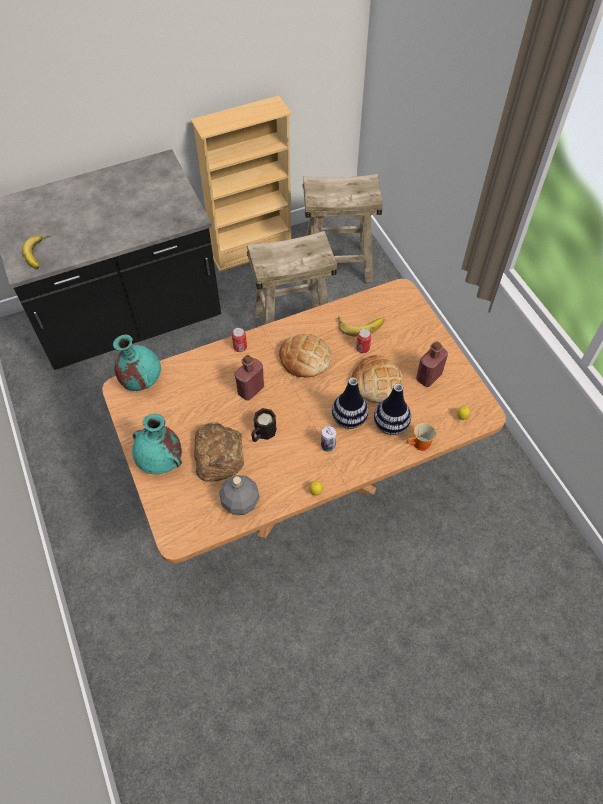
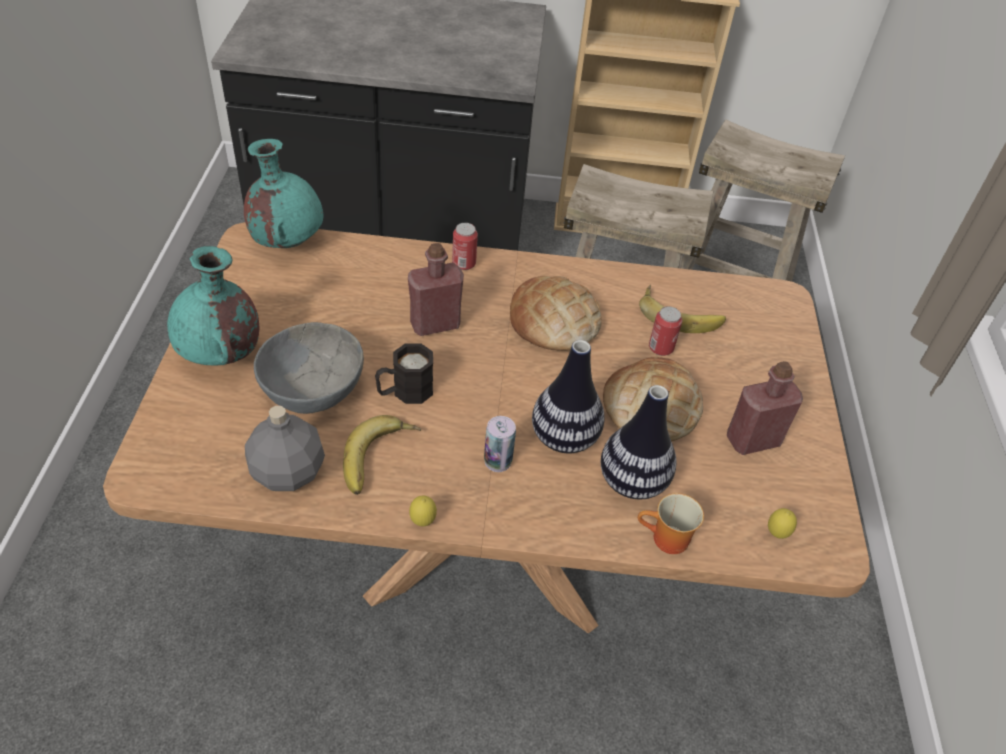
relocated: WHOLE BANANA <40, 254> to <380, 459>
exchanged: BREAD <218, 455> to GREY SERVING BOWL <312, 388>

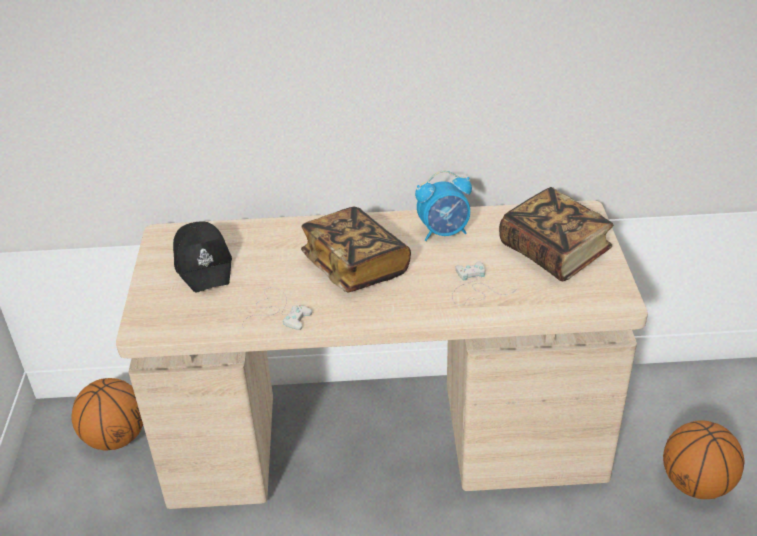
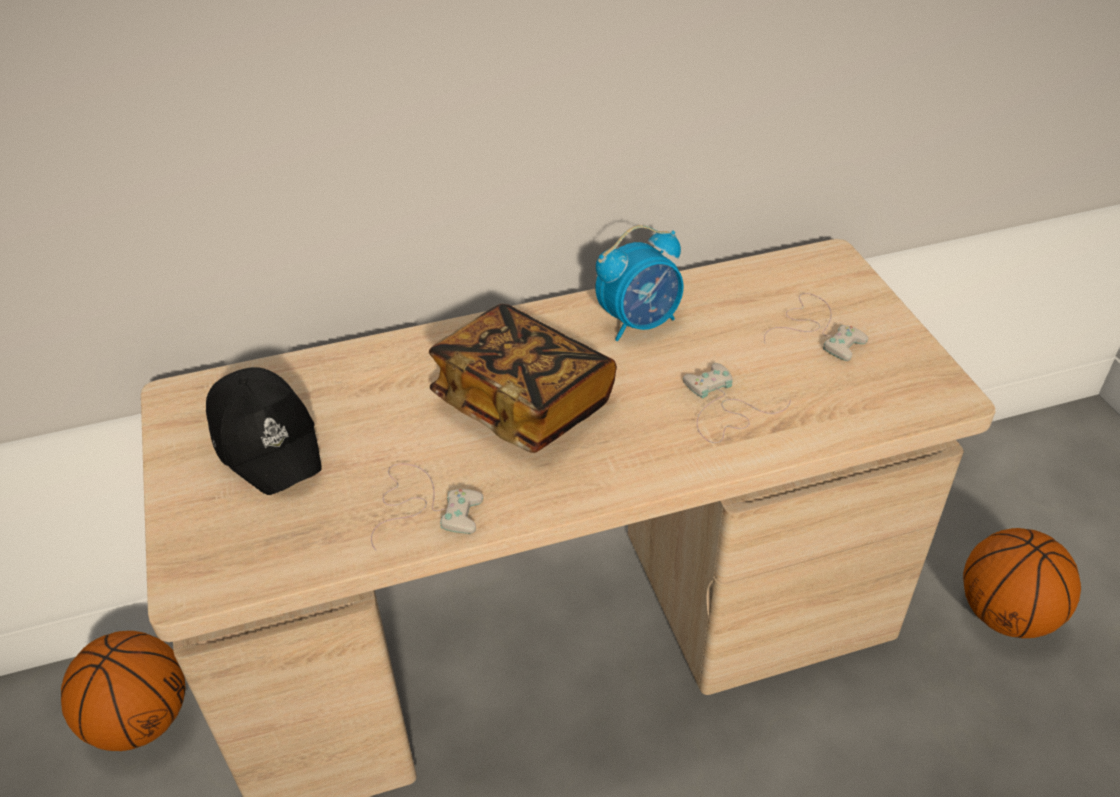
exchanged: BOUND BOOK <554, 252> to WHITE-COLOURED JOYPAD <816, 329>

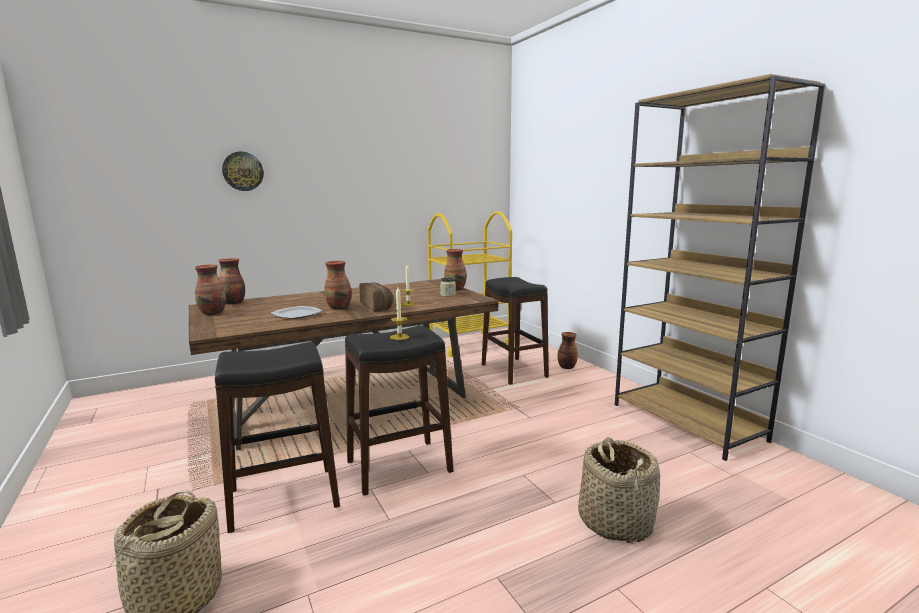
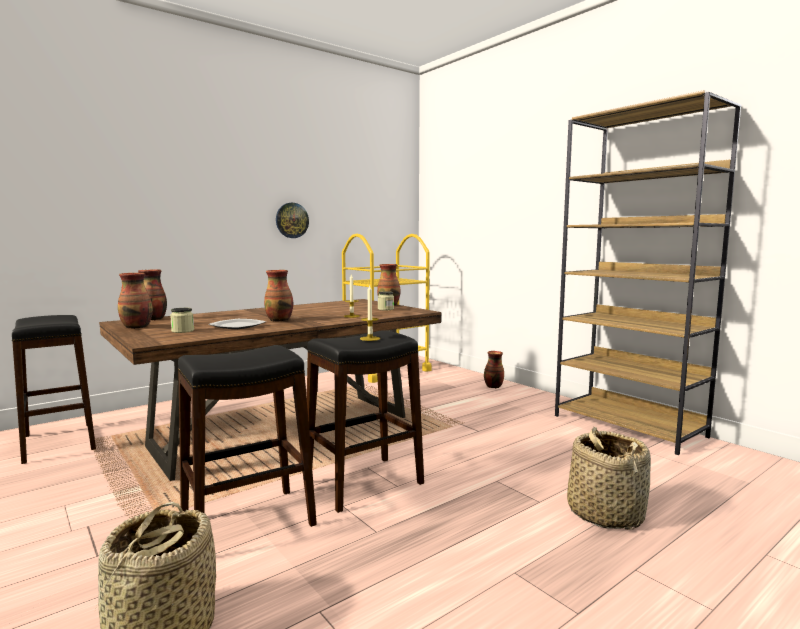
missing: BREAD <378, 306>
appeared: STORAGE JAR <182, 331>
relocated: WALL CLOCK <243, 171> to <292, 220>; BLACKISH SITTING STOOL <514, 371> to <59, 442>

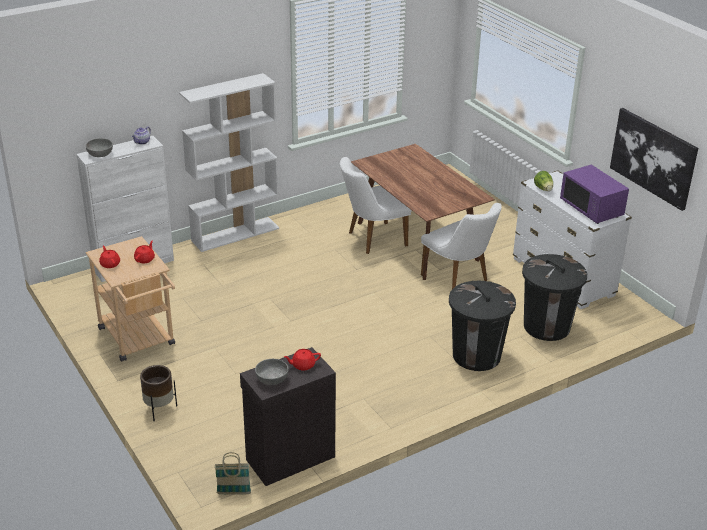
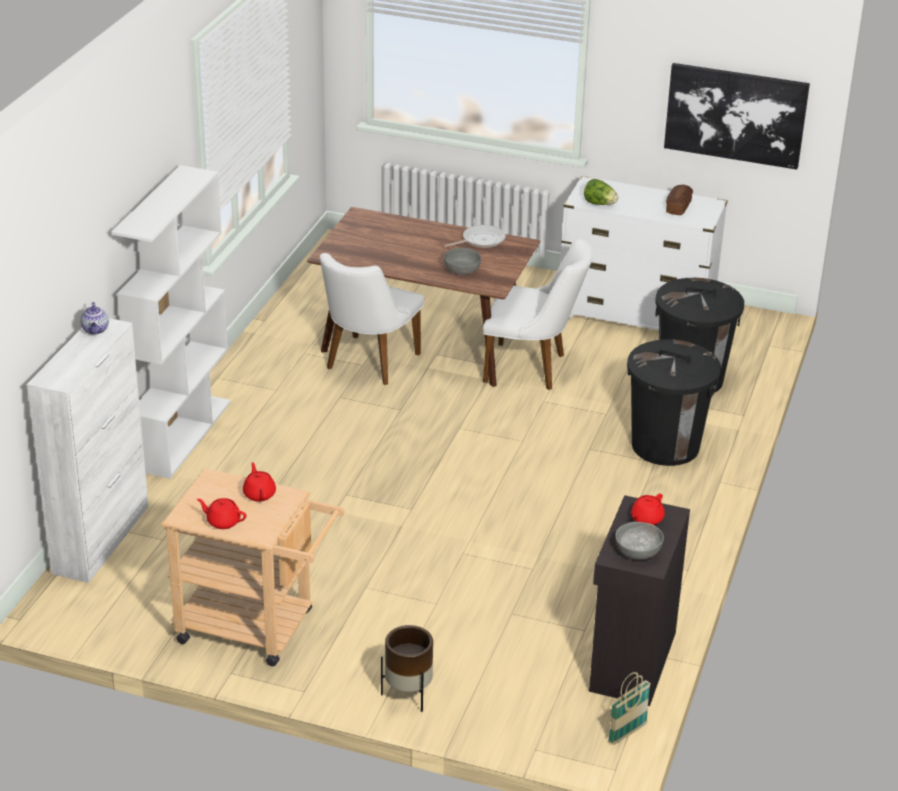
appeared: SKILLET <481, 240>
relocated: GREY SERVING BOWL <100, 154> to <462, 269>
exchanged: PURPLE-COLOURED MICROWAVE OVEN <591, 209> to BREAD <678, 207>

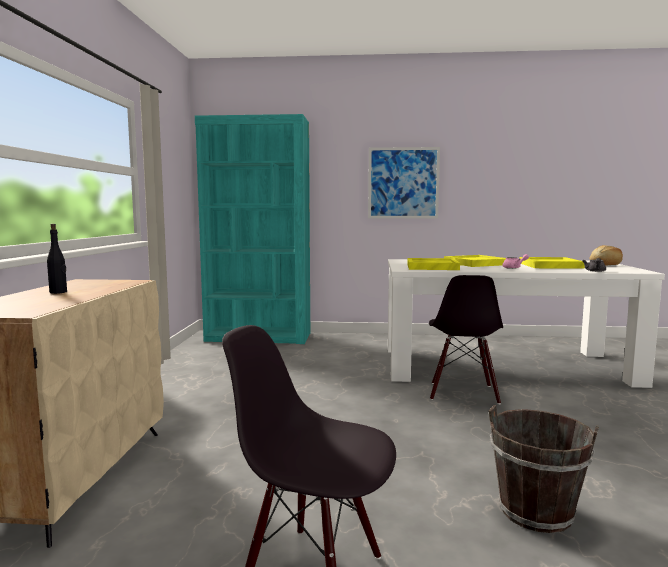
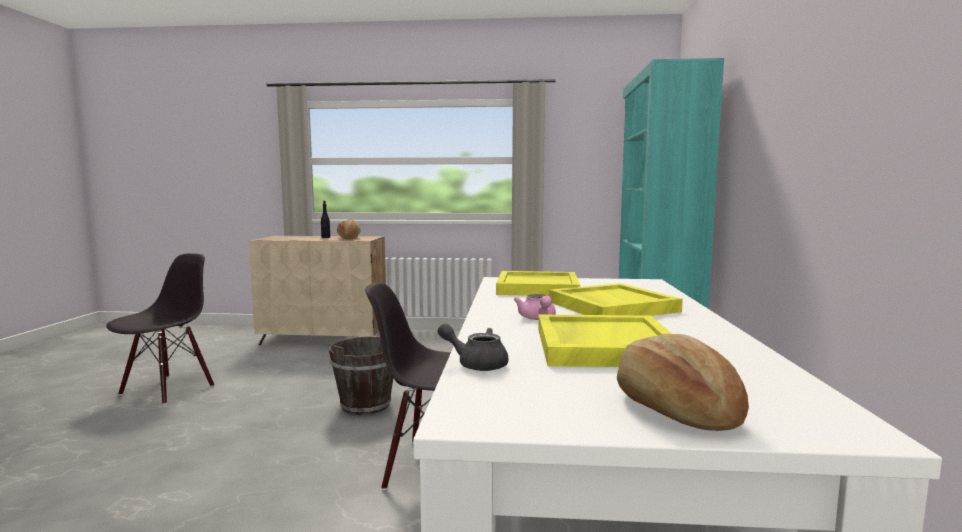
missing: PICTURE <403, 183>
appeared: BREAD <349, 238>
relocated: BROWNISH PAIL <536, 512> to <366, 405>

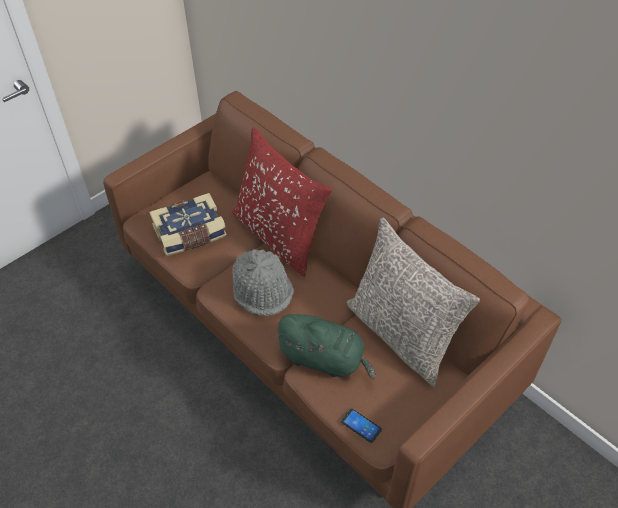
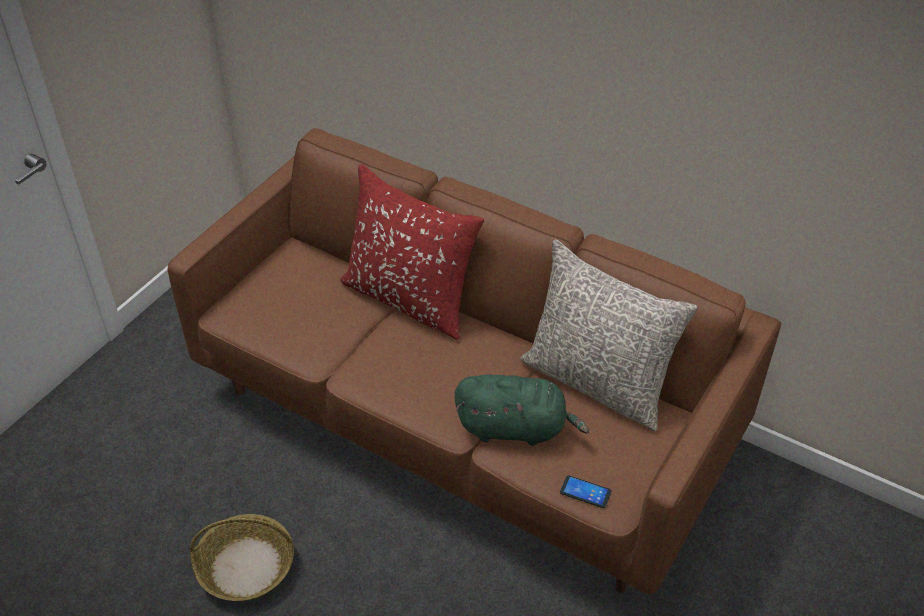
missing: BOUND BOOK <190, 234>; GREY WEARABLE HAT <262, 290>
appeared: HOUSEHOLD BASKET <247, 566>

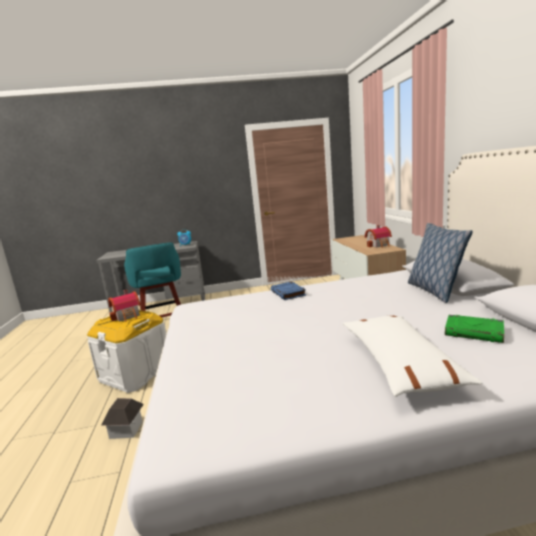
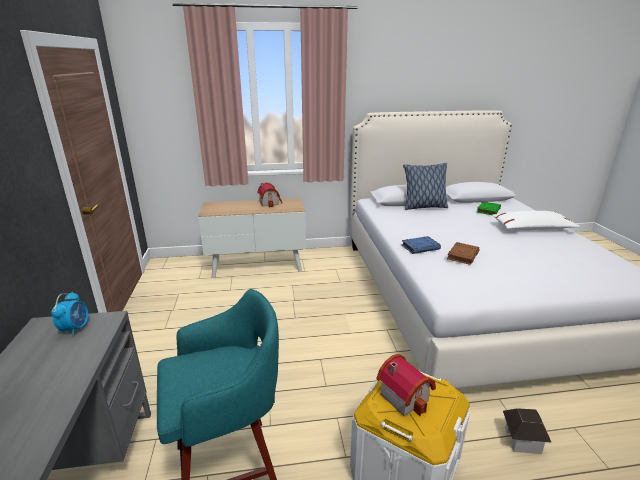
appeared: BROWNISH BOUND BOOK <462, 255>

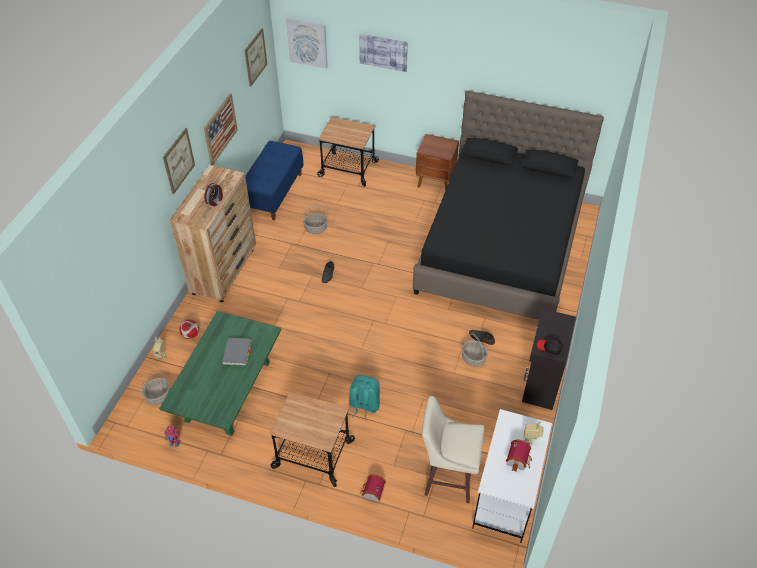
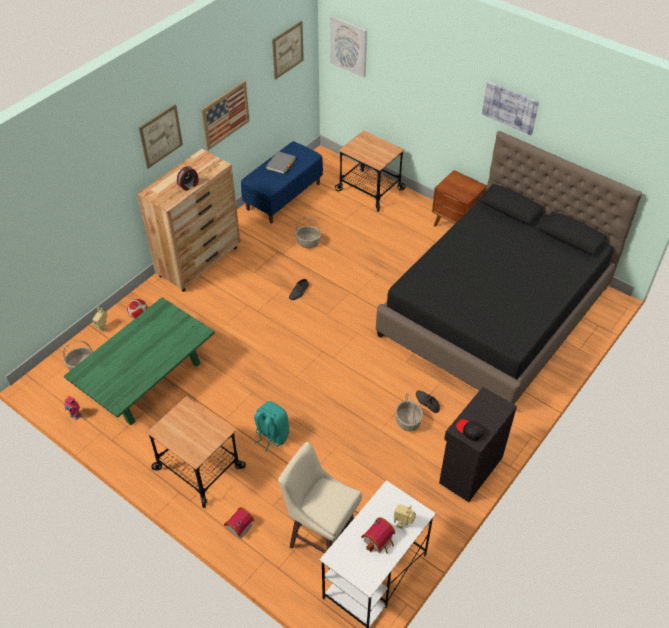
relocated: GREY BOUND BOOK <237, 352> to <281, 164>; PICTURE <383, 52> to <510, 107>

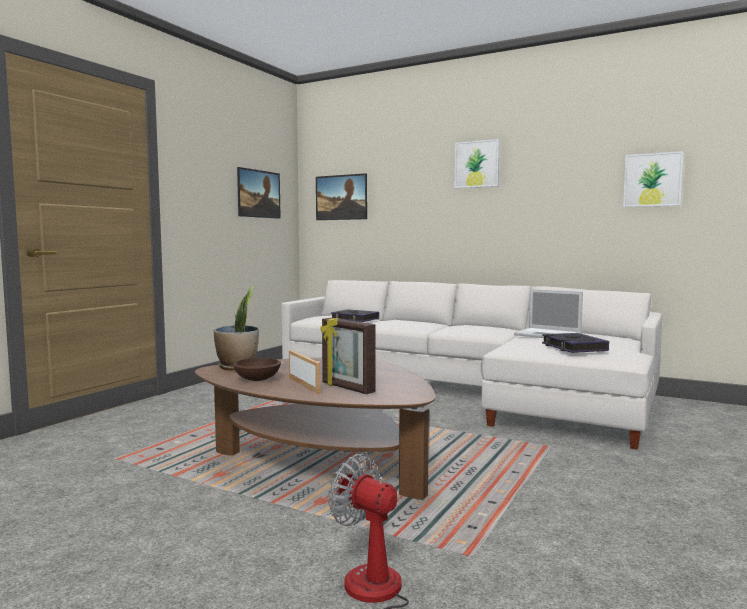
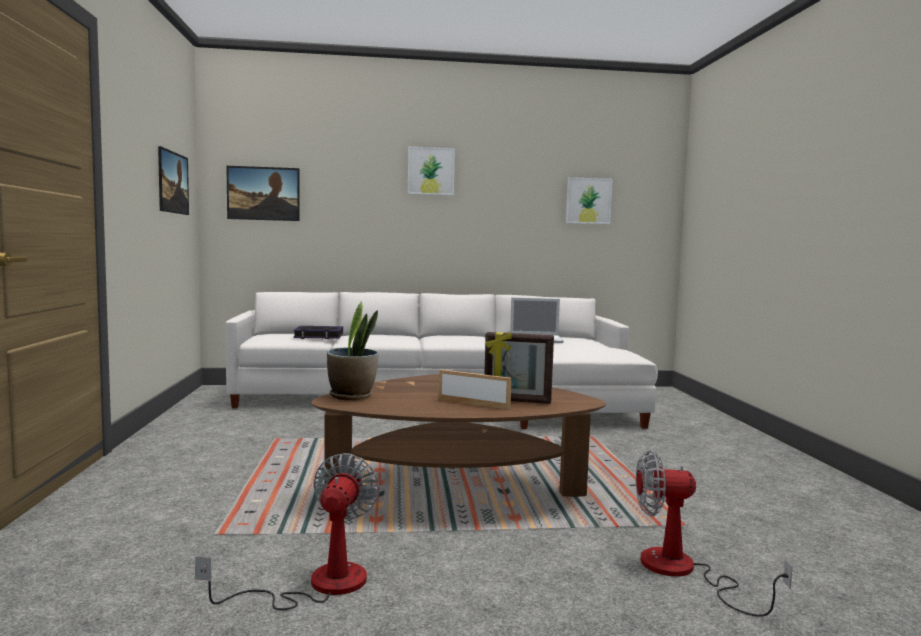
missing: BROWNISH SERVING BOWL <256, 379>; BOUND BOOK <573, 347>
appeared: ELECTRIC FAN <317, 585>

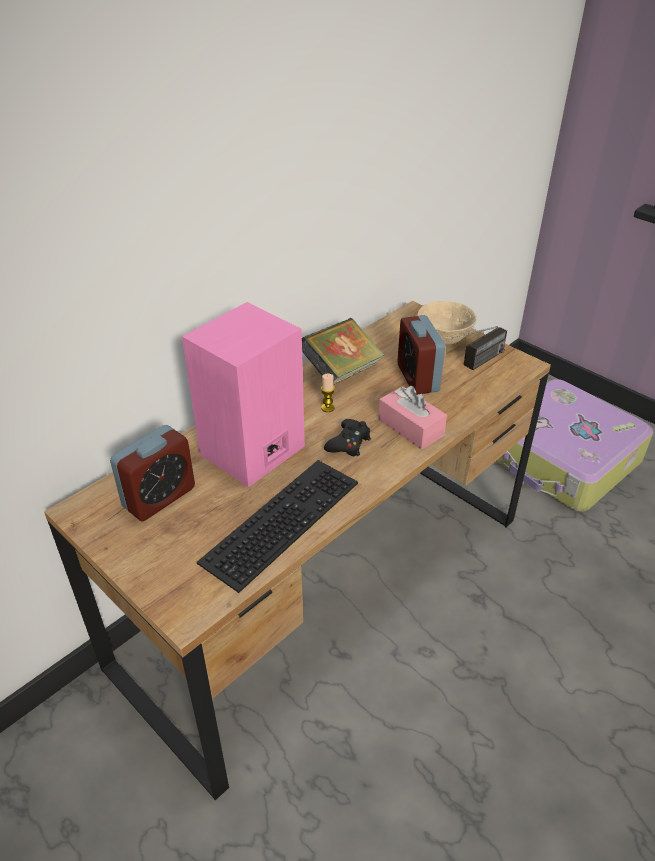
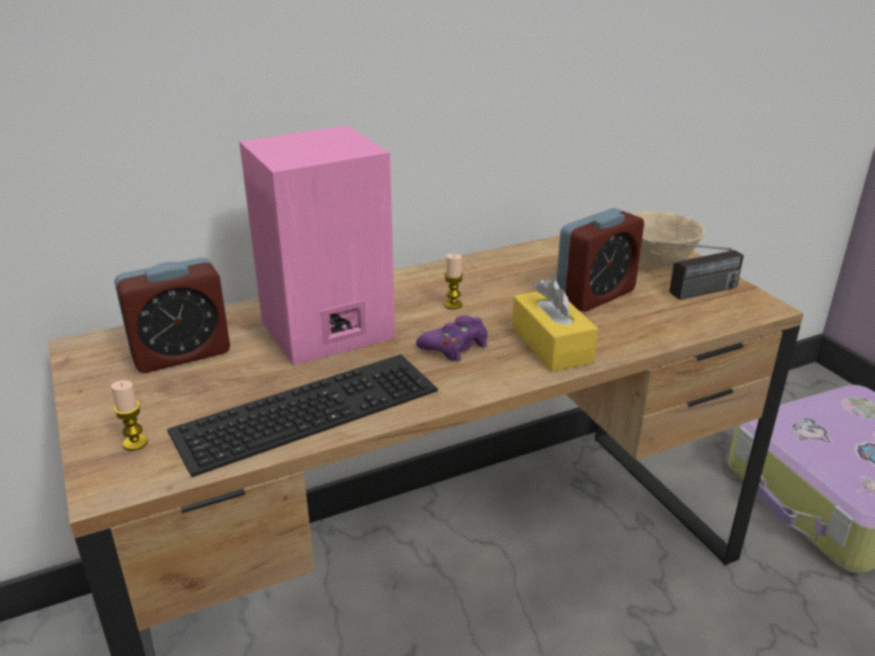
missing: BOUND BOOK <341, 371>
appeared: WAX CANDLE <135, 443>
colour: BLACKISH JOYPAD <349, 443> to PURPLE-COLOURED JOYPAD <455, 346>; PINK-COLOURED BOX OF TISSUES <410, 427> to YELLOW BOX OF TISSUES <551, 345>
spun: ALARM CLOCK <417, 378> = <595, 295> 135 degrees counterclockwise

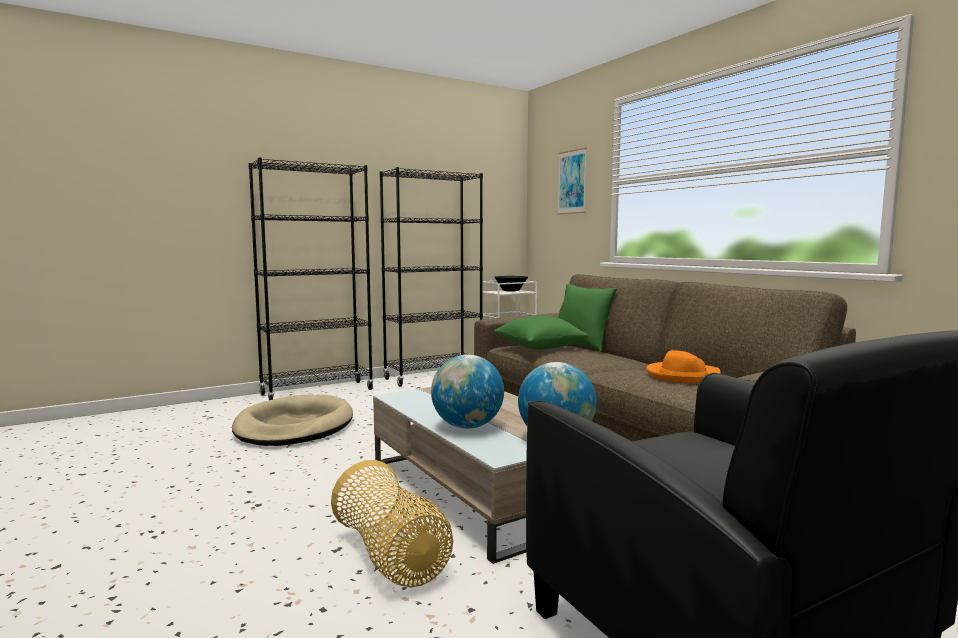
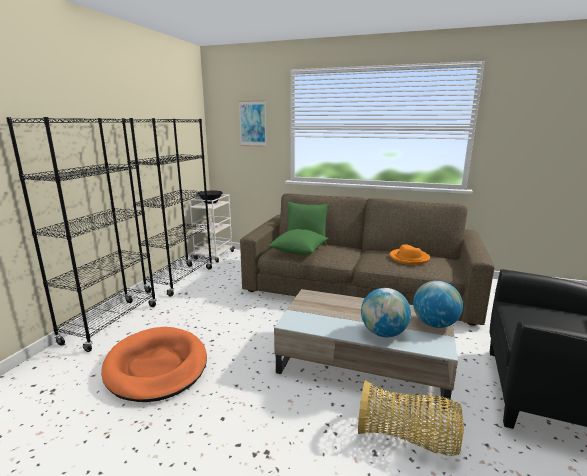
colour: BEIGE-COLOURED DOG CUSHION <294, 426> to ORANGE DOG CUSHION <157, 367>

